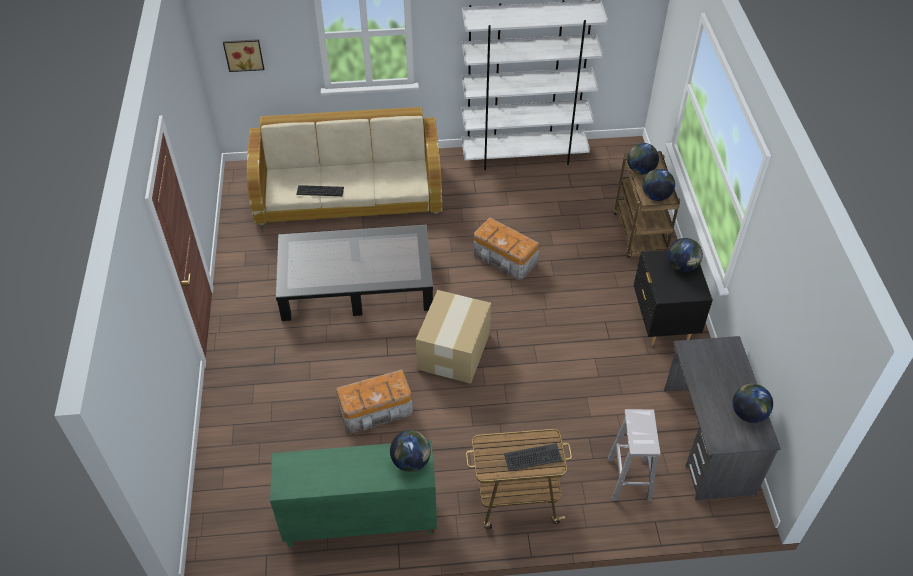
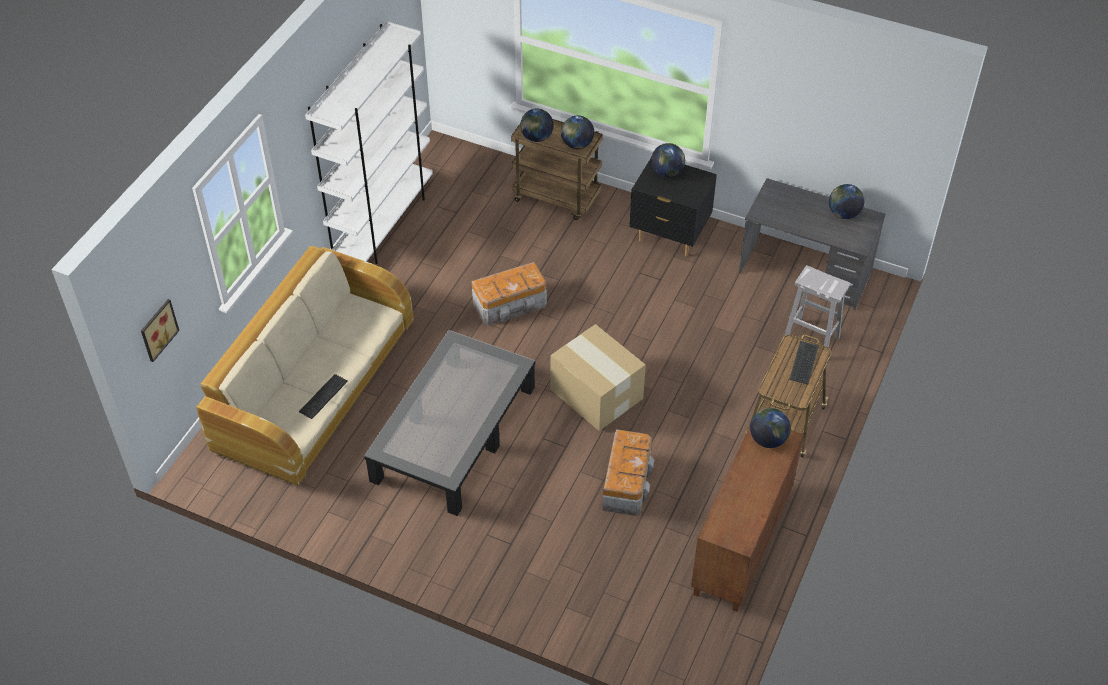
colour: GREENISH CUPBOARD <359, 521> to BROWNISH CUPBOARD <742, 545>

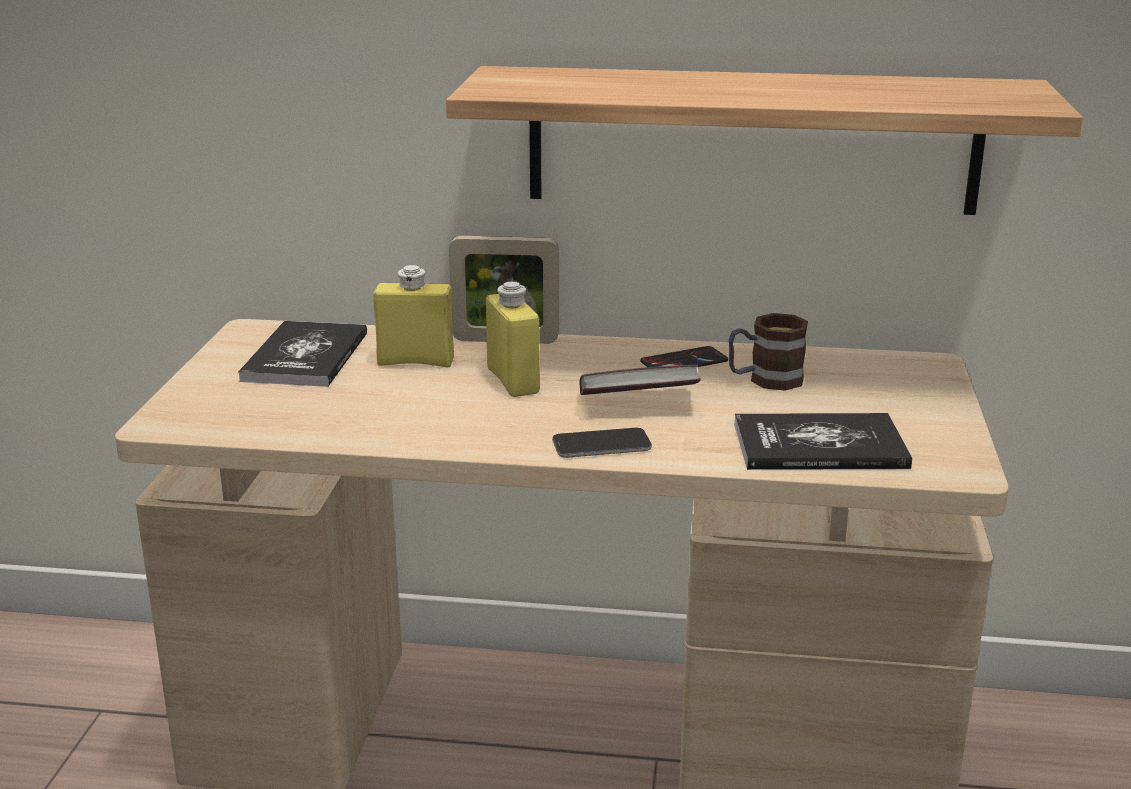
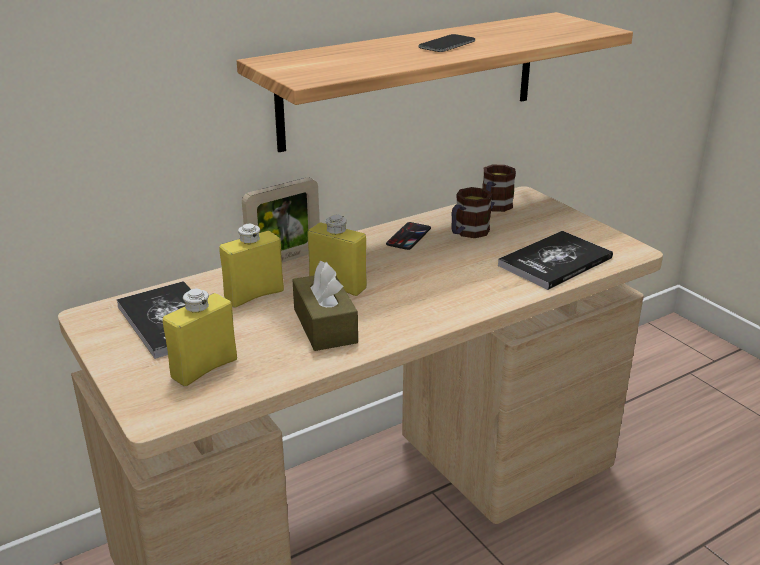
missing: BOUND BOOK <637, 404>
appeared: YELLOW BEVERAGE BOTTLE <204, 368>; BROWNISH BOX OF TISSUES <325, 325>; MUG <494, 207>
relocated: HANDSET <601, 445> to <447, 45>

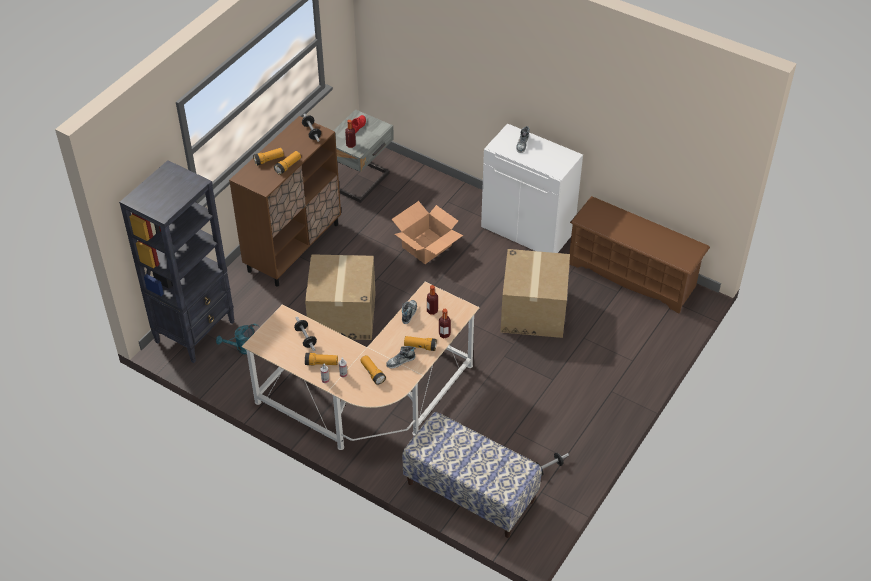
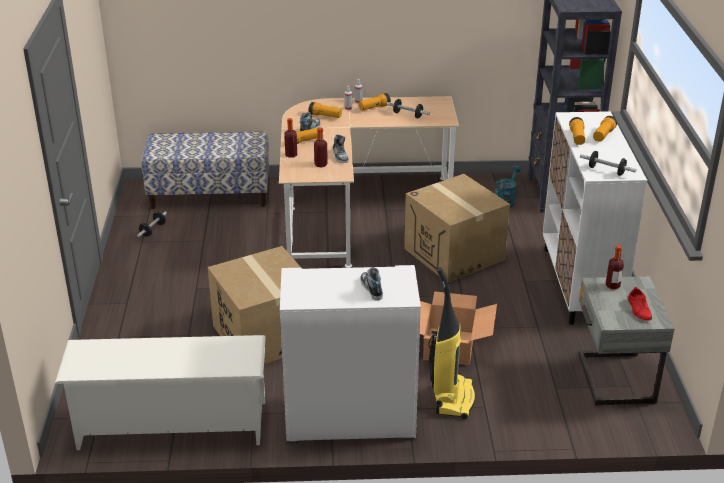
appeared: HOOVER <452, 398>
colour: BROWNISH CUPBOARD <294, 247> to WHITE-COLOURED CUPBOARD <580, 285>; BROWNISH SHOE RACK <633, 275> to WHITE-COLOURED SHOE RACK <171, 426>

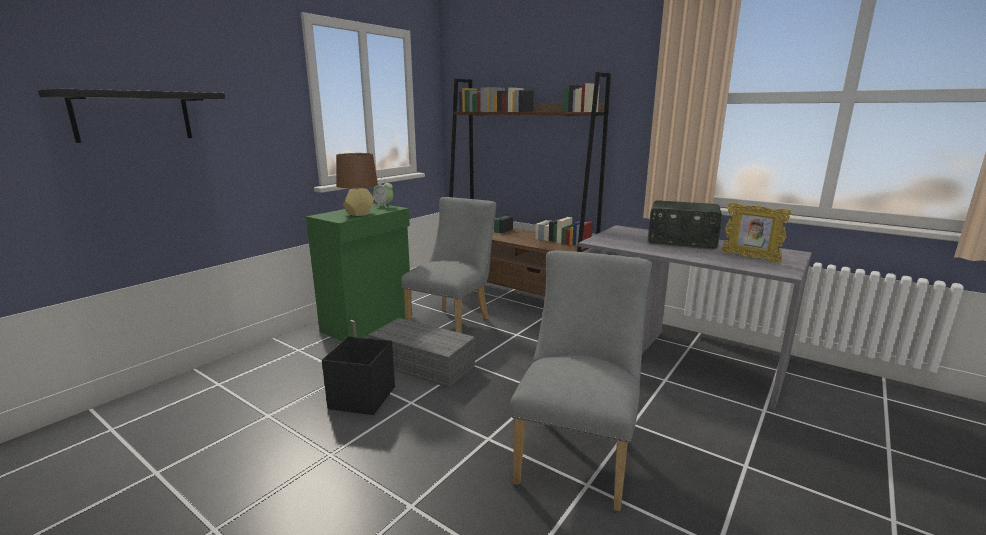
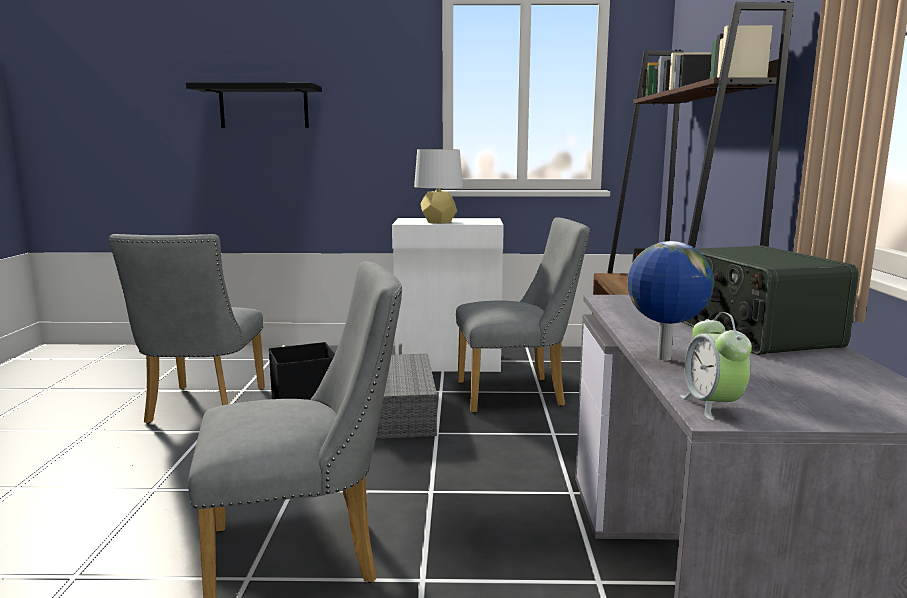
missing: PICTURE FRAME <750, 258>
appeared: GREY UPRIGHT CHAIR <202, 409>; DESK GLOBE <663, 359>
relocated: ALARM CLOCK <383, 206> to <712, 406>
colour: GREENISH CUPBOARD <369, 323> to WHITE-COLOURED CUPBOARD <449, 363>; BROWNISH LAMP FOR A TABLE <359, 214> to GREY LAMP FOR A TABLE <438, 222>

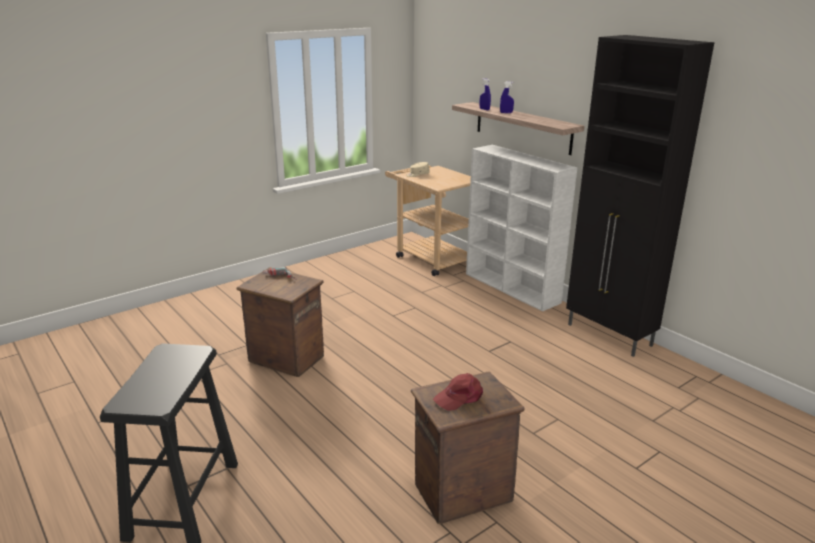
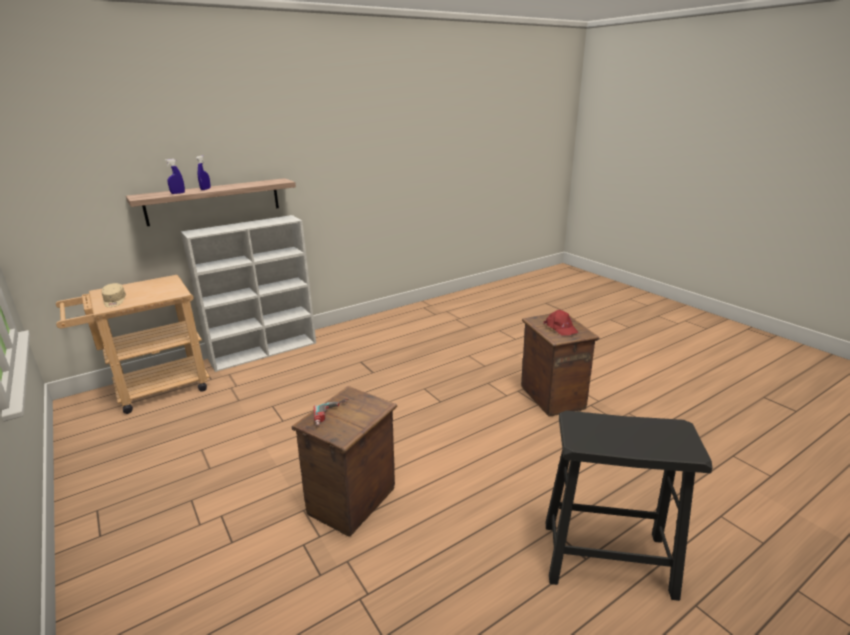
missing: BLACKISH CUPBOARD <610, 335>

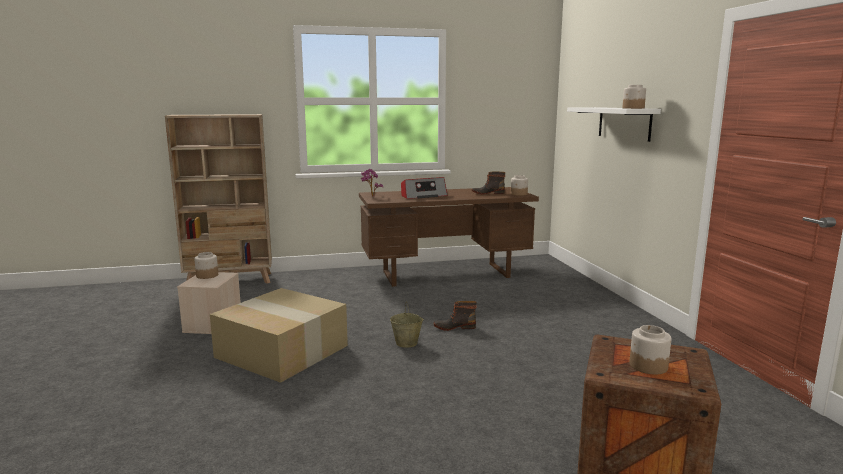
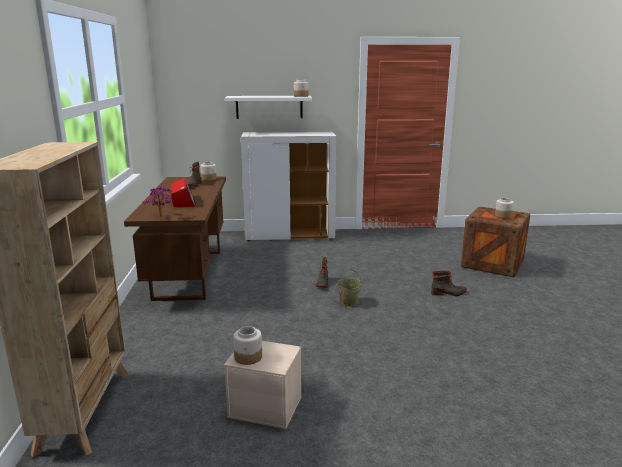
missing: CARDBOARD BOX <280, 351>
appeared: WHITE-COLOURED CUPBOARD <290, 236>; TALL BOOT <448, 293>

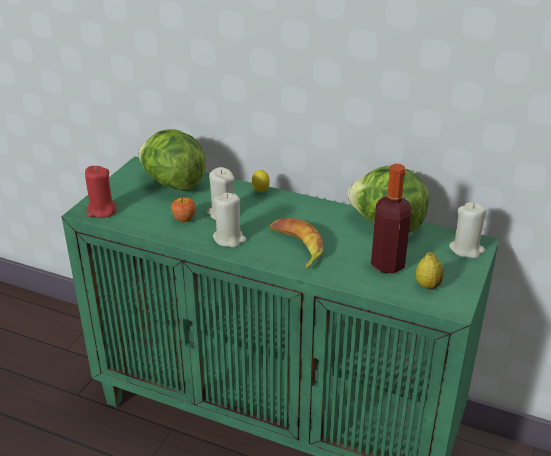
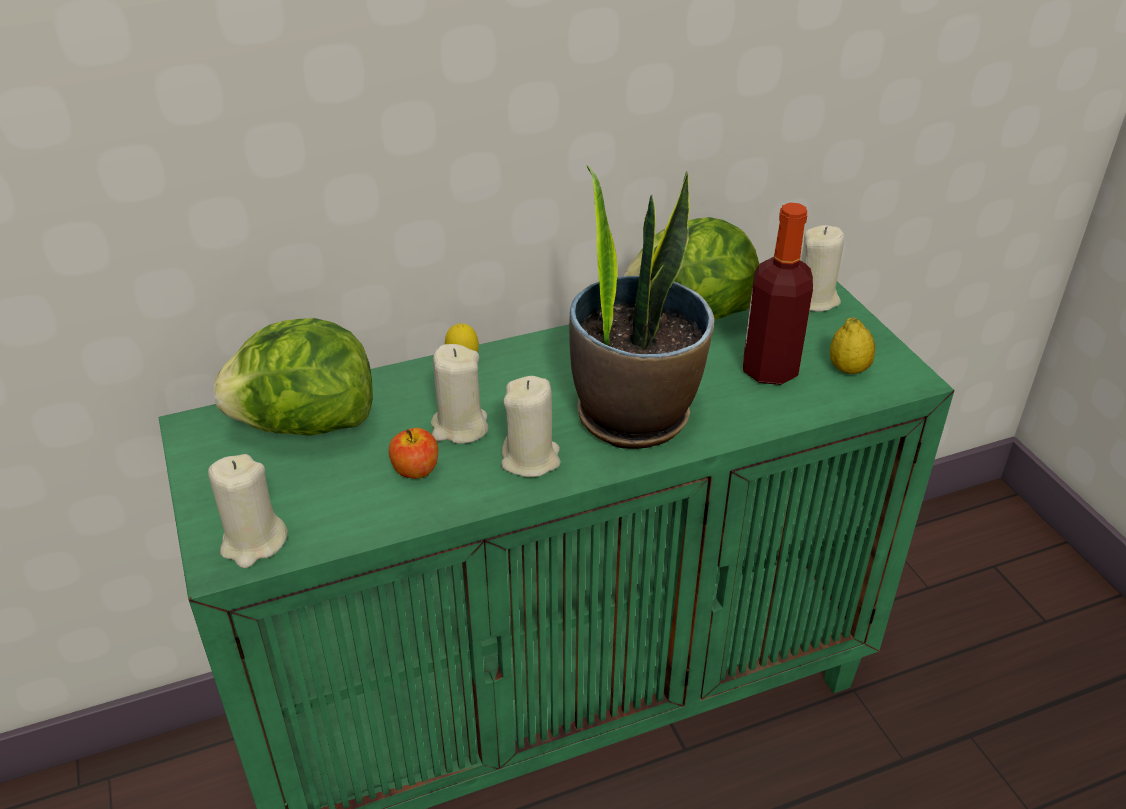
exchanged: WHOLE BANANA <296, 247> to PLANT IN A POT <634, 414>
colour: RED-COLOURED WAX CANDLE <101, 211> to BEIGE-COLOURED WAX CANDLE <253, 542>

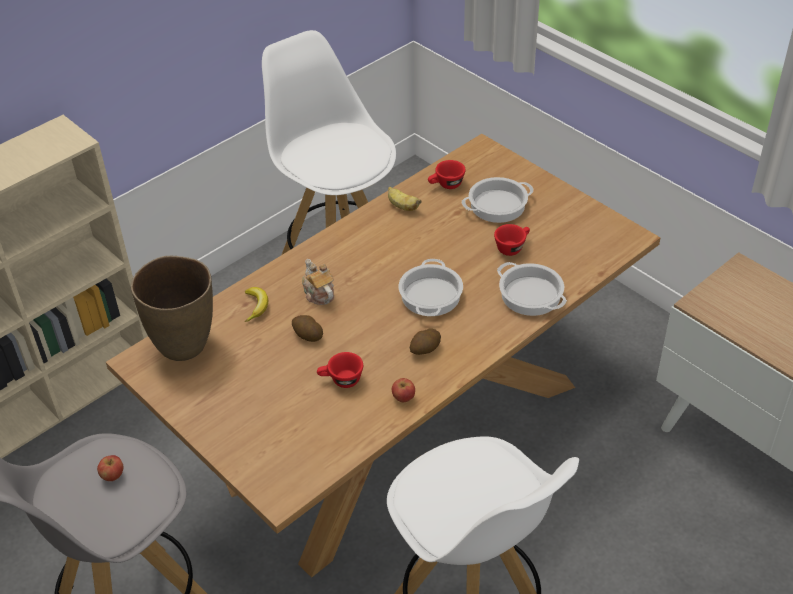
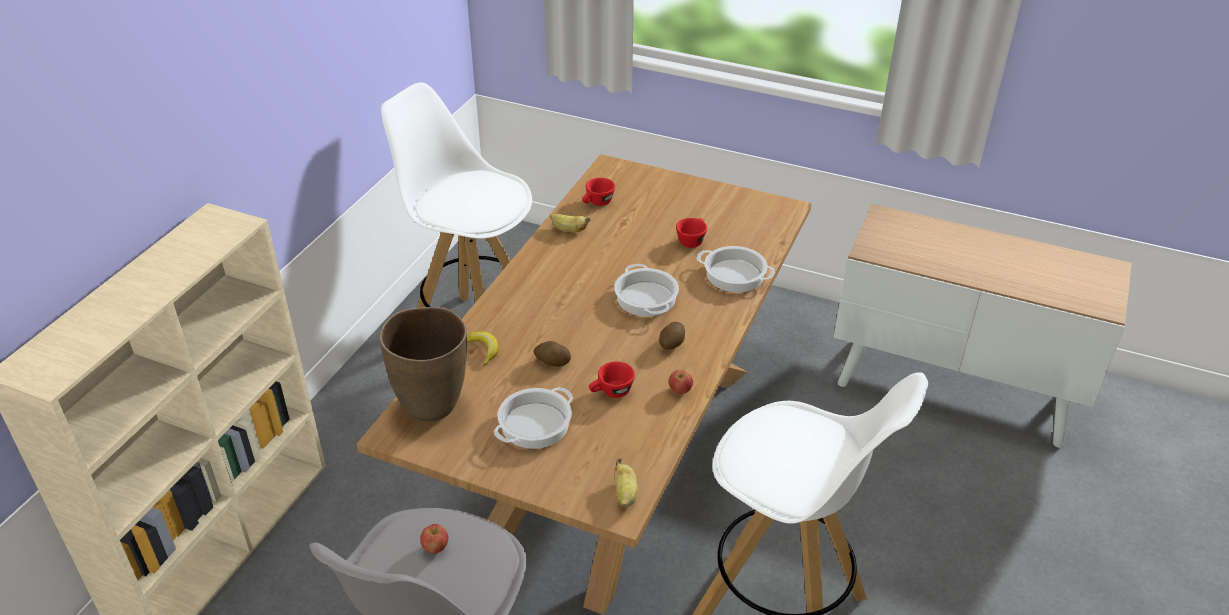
missing: POT FOR TEA <318, 293>
appeared: WHOLE BANANA <625, 494>
relocated: STOCKPOT <497, 205> to <535, 424>

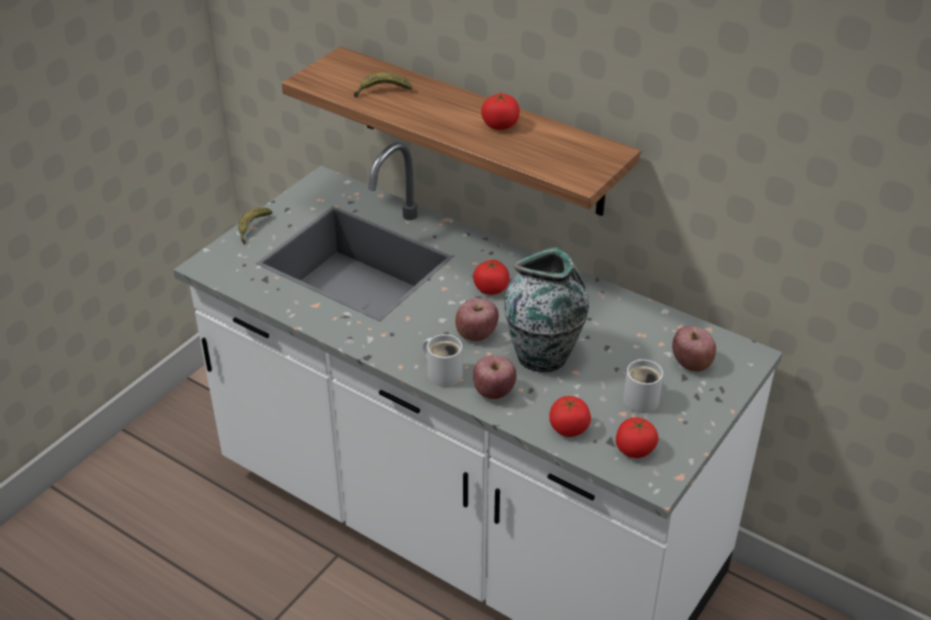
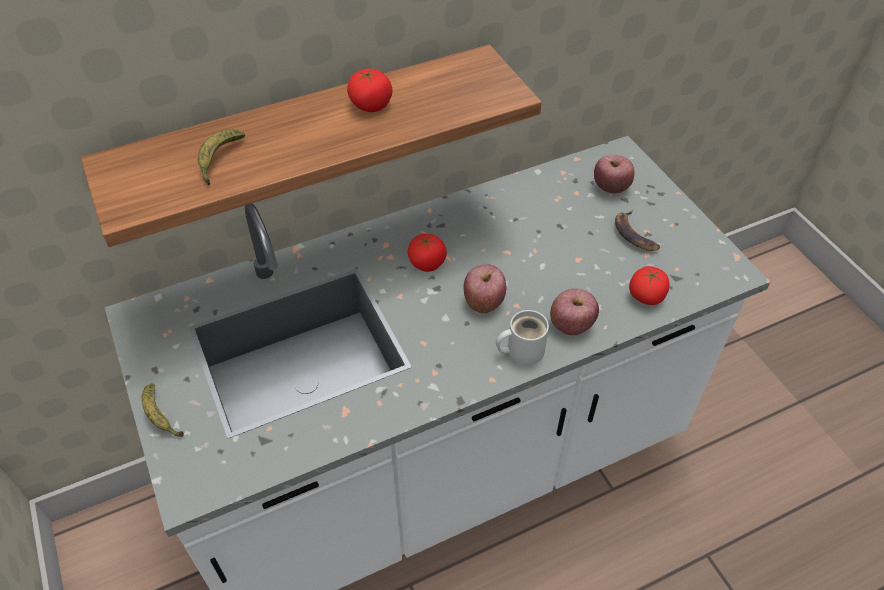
missing: FLOWER VASE <544, 355>; WHOLE TOMATO <634, 449>
exchanged: WHITE-COLOURED MUG <641, 398> to WHOLE BANANA <634, 234>

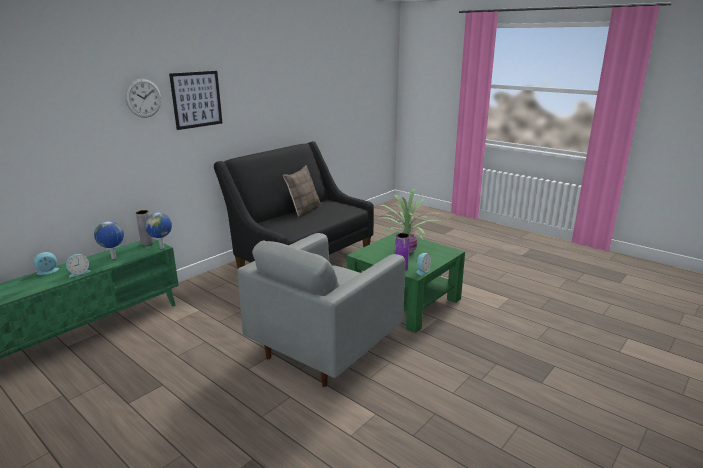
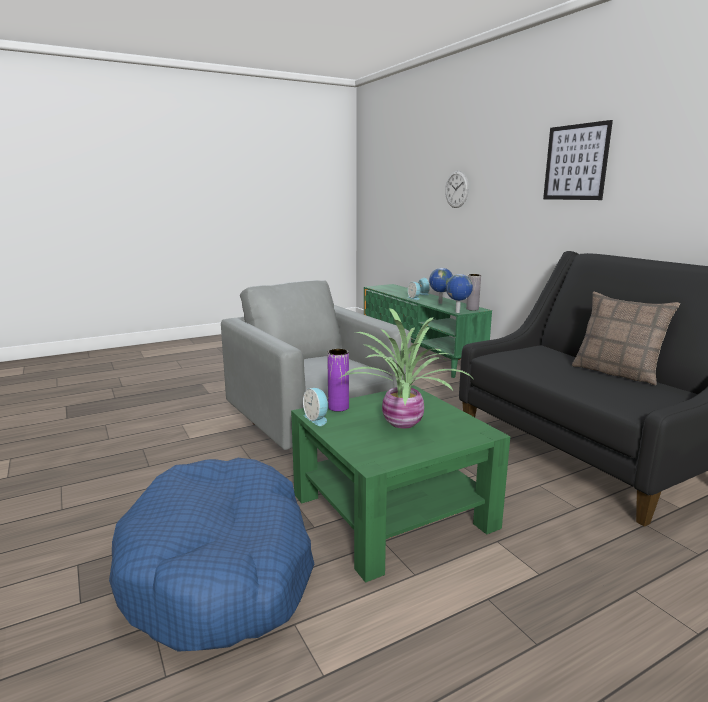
appeared: BLUE DOG CUSHION <220, 569>
relocated: WALL CLOCK <143, 98> to <456, 189>

